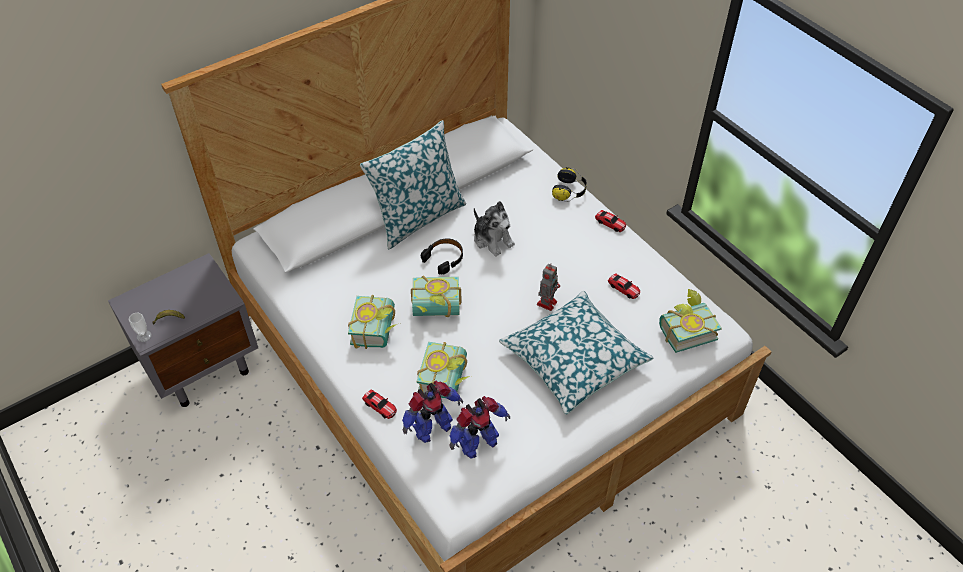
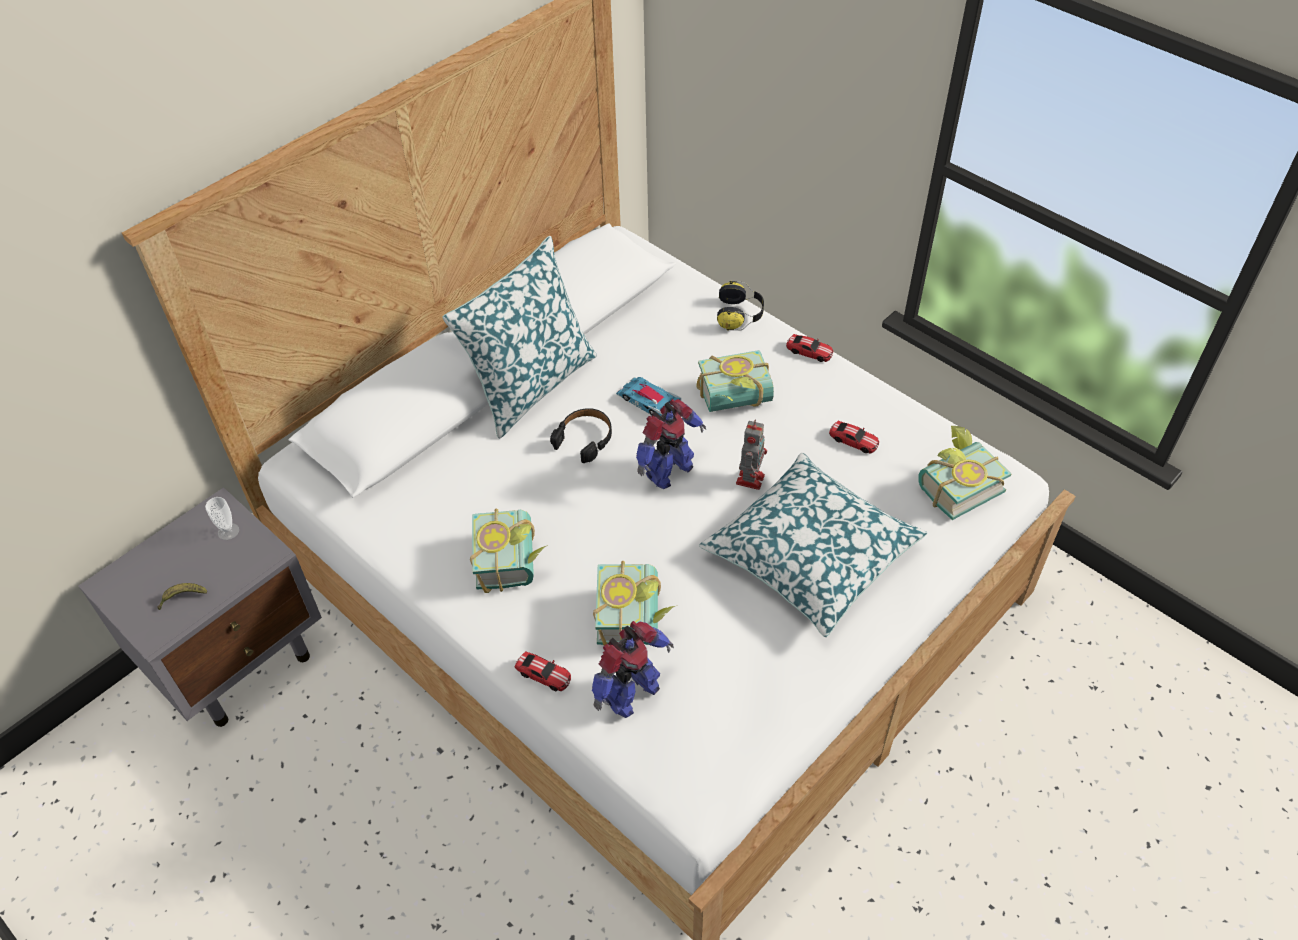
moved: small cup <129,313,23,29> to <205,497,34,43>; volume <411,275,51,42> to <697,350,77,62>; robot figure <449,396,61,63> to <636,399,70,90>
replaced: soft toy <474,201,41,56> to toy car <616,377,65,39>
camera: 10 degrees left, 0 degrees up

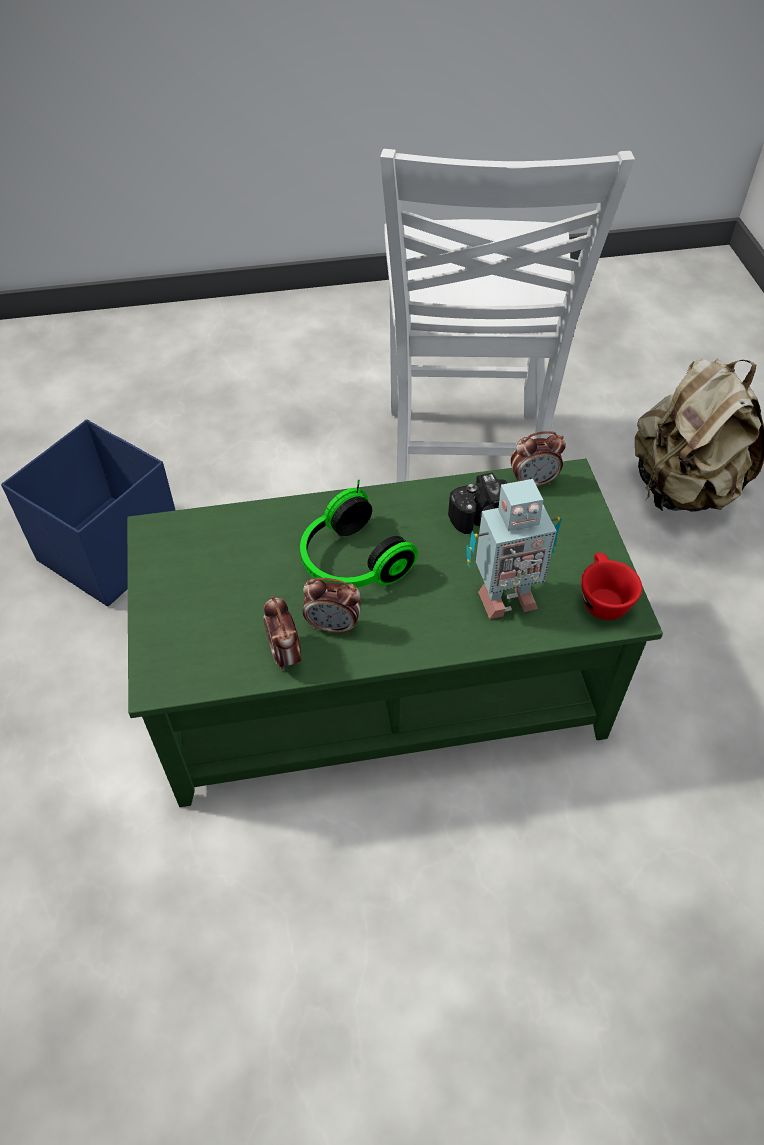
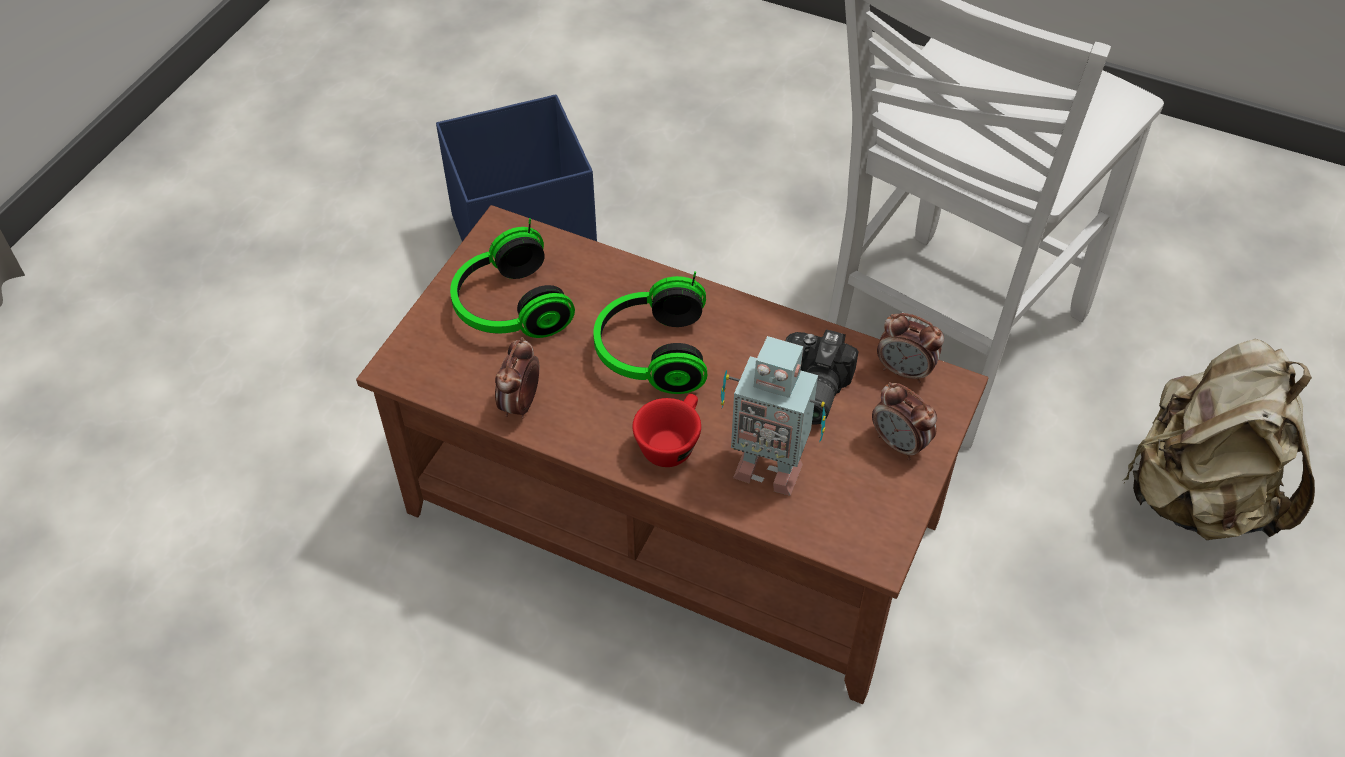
added: headphones <450,218,125,120>
moved: bedside clock <303,578,58,57> to <872,382,65,78>; reddish small cup <581,553,61,67> to <632,393,69,74>
recoloured: greenish coffee table <127,459,536,348> to brown-coloured coffee table <356,205,632,499>
camera: 35 degrees right, 0 degrees up

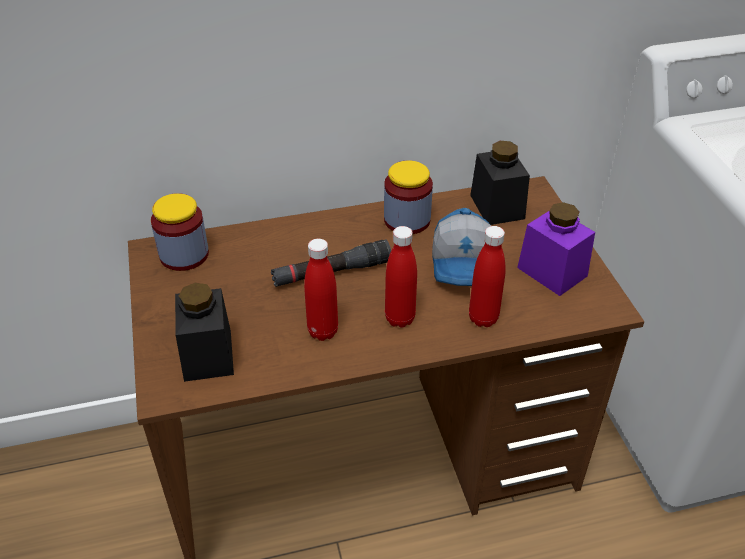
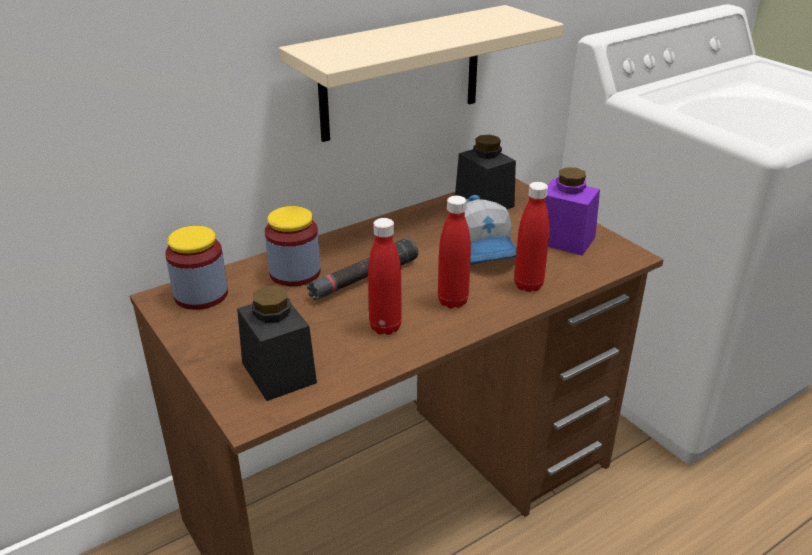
added: sand-coloured shelf <279,5,285,137>
moved: preserve jar <384,160,49,74> to <265,206,56,80>
camera: 20 degrees left, 10 degrees down

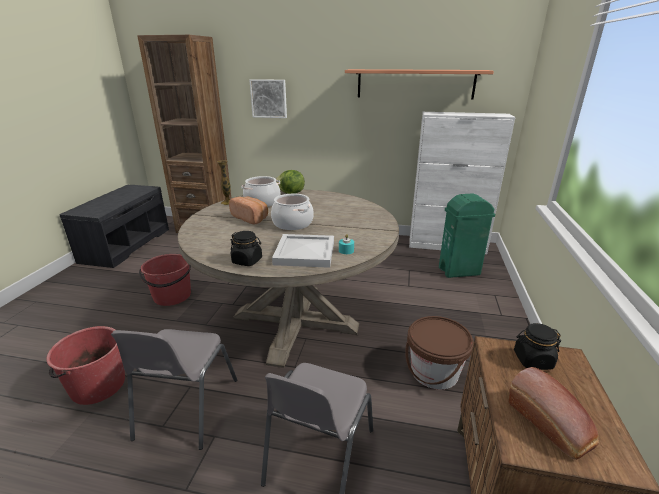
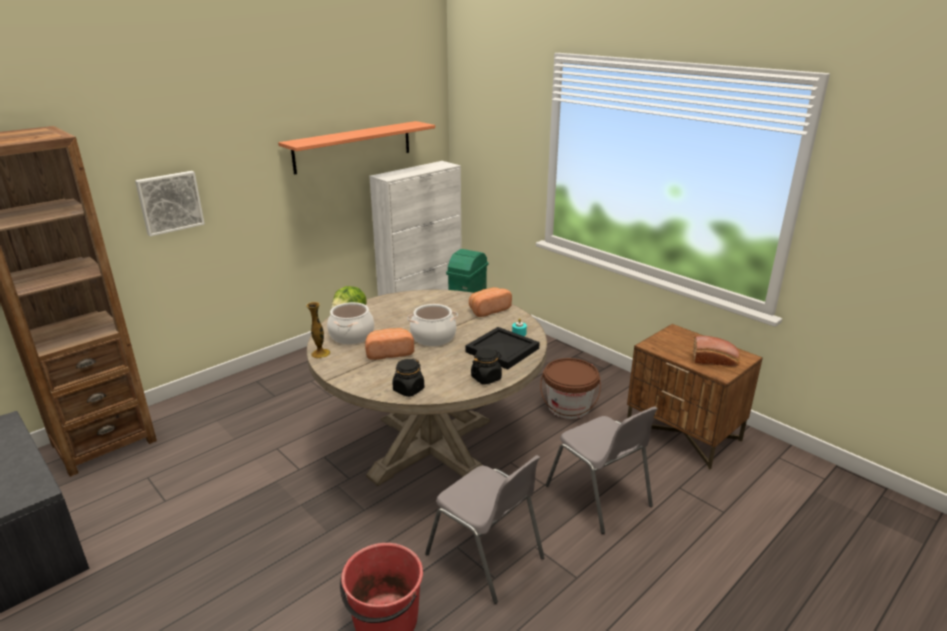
removed: reddish pail <139,254,52,52>
added: baked bread <469,287,43,30>
moved: blackish preserve jar <514,323,47,47> to <392,359,32,38>
recoloured: white-coloured serving tray <272,234,62,34> to blackish serving tray <465,327,75,43>
camera: 55 degrees left, 0 degrees up

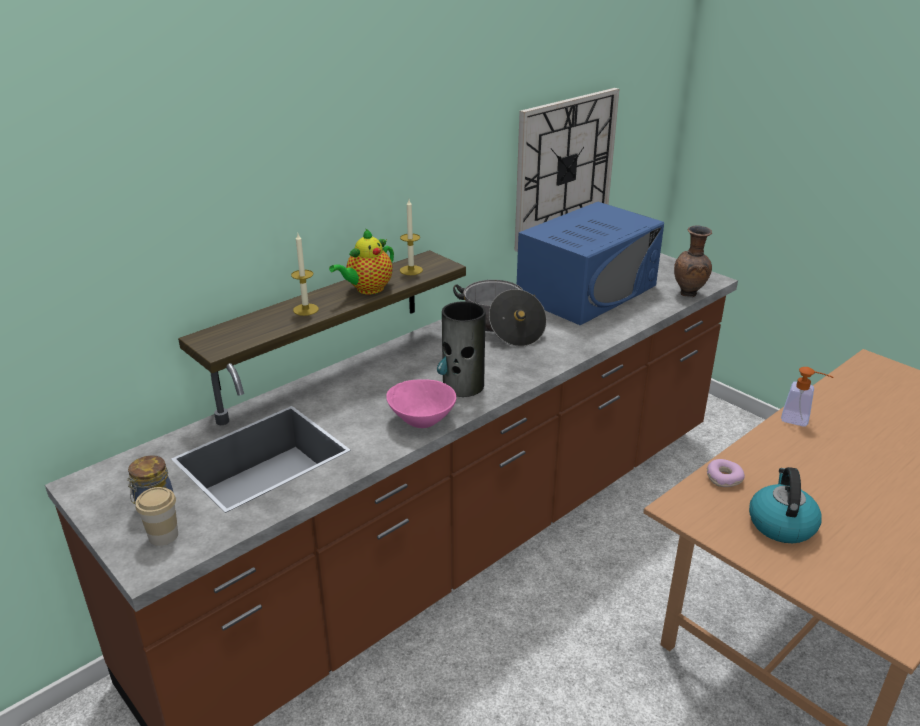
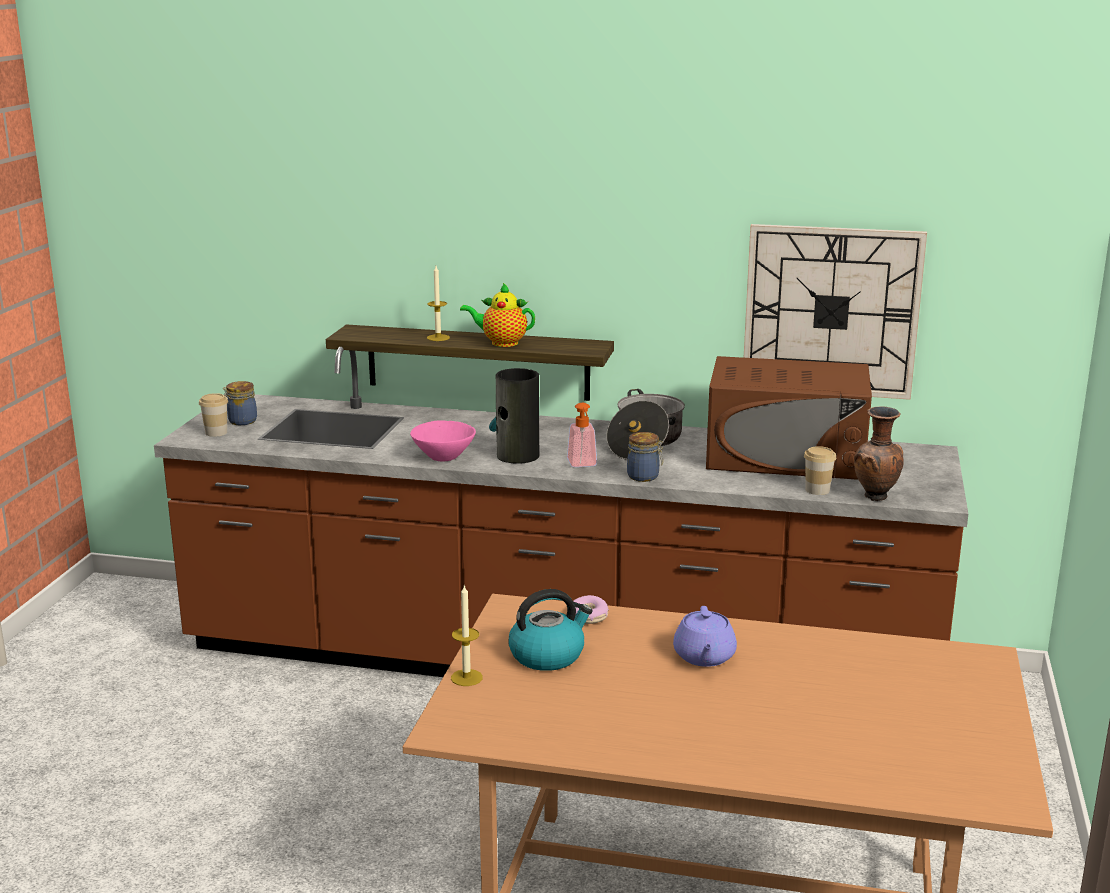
added: preserve jar <627,432,36,50>; purple pot for tea <673,606,64,61>; small cup <804,446,32,49>
moved: candle <400,200,23,75> to <451,585,32,101>; liquid soap bottle <781,367,52,60> to <567,403,30,64>
recoloured: bluish microwave oven <517,202,147,123> to brown-coloured microwave oven <706,356,166,124>
camera: 55 degrees right, 10 degrees down

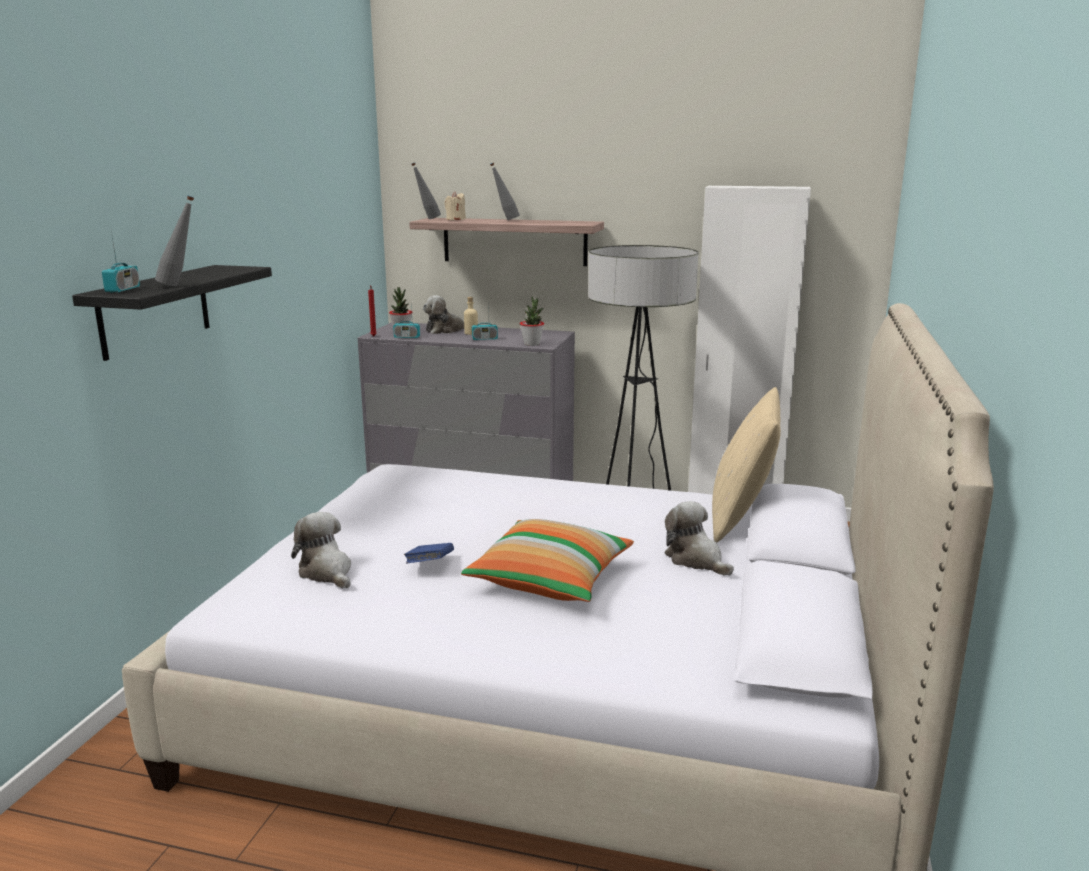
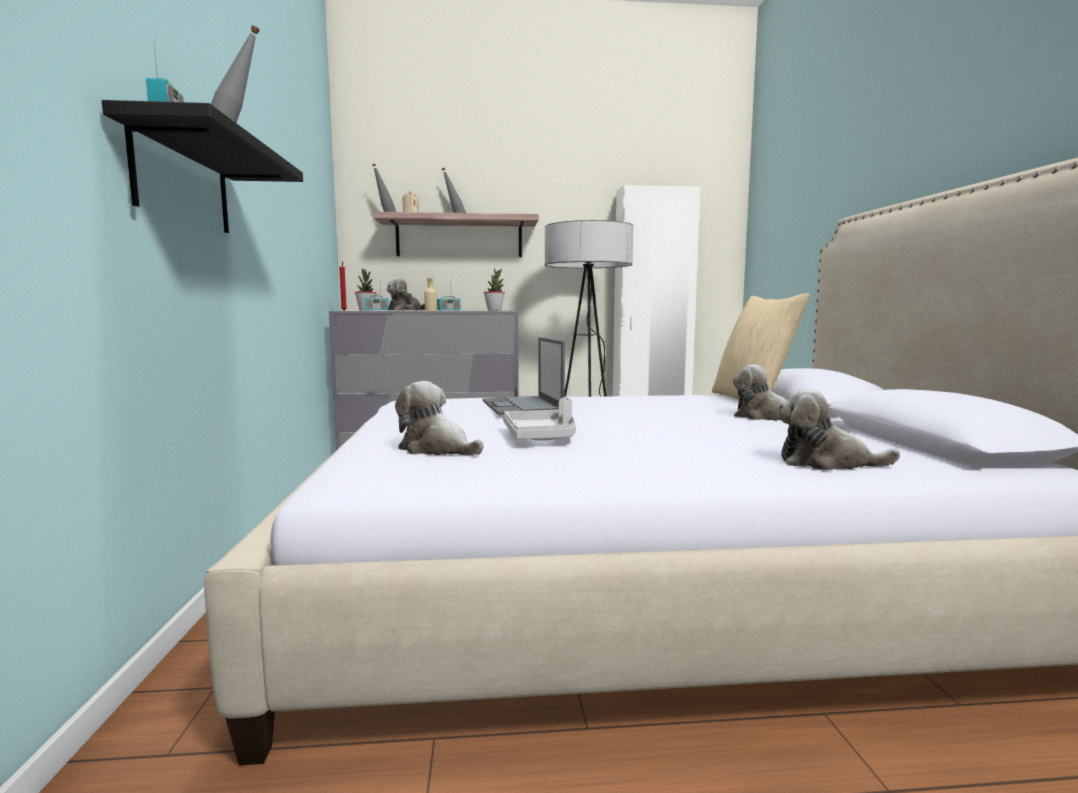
removed: pillow <461,519,173,83>
added: notebook computer <482,337,83,78>; soft toy <777,389,123,81>
replaced: bluish volume <404,543,50,21> to greyish serving tray <503,397,73,44>
camera: 20 degrees left, 10 degrees down

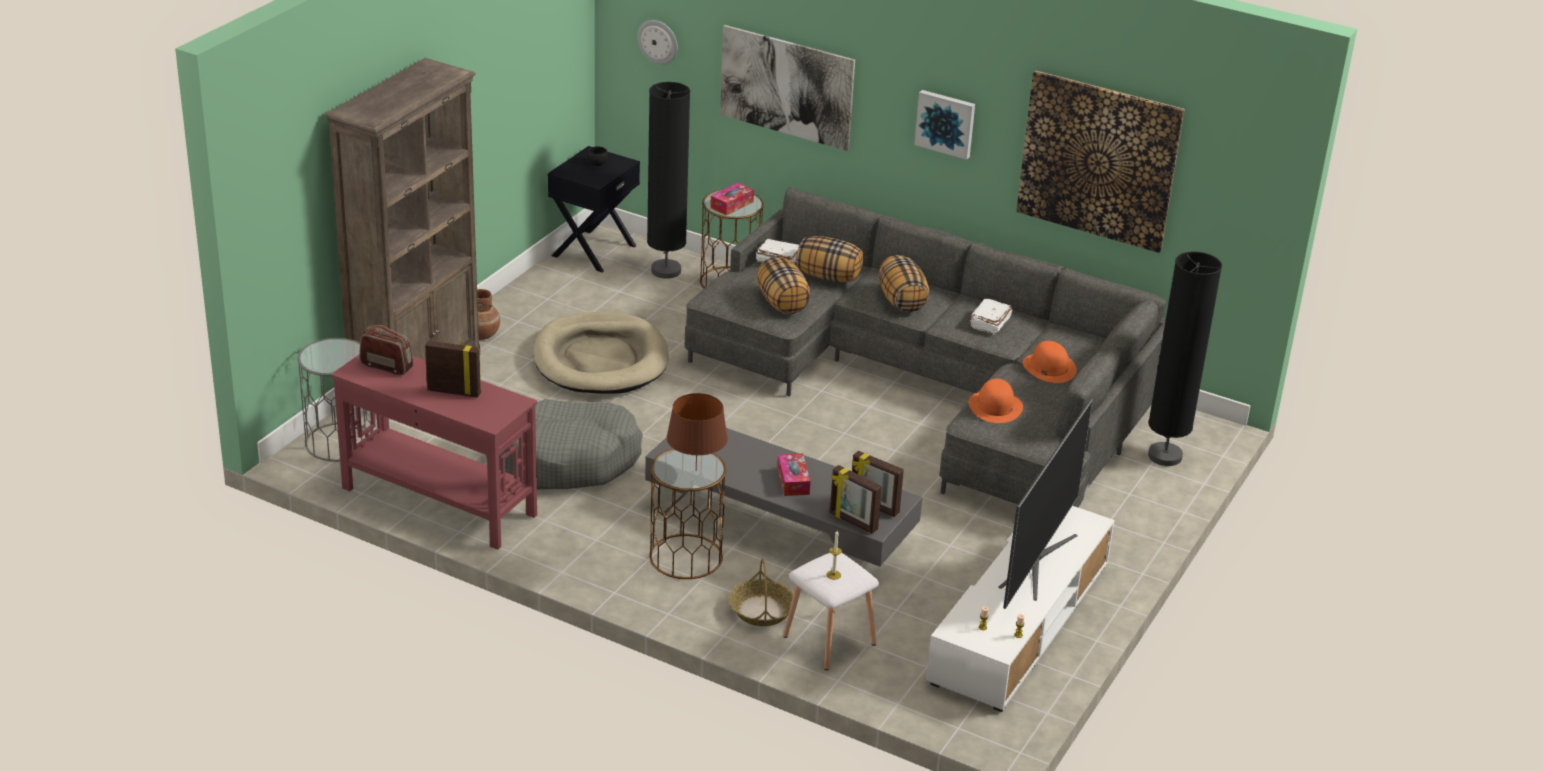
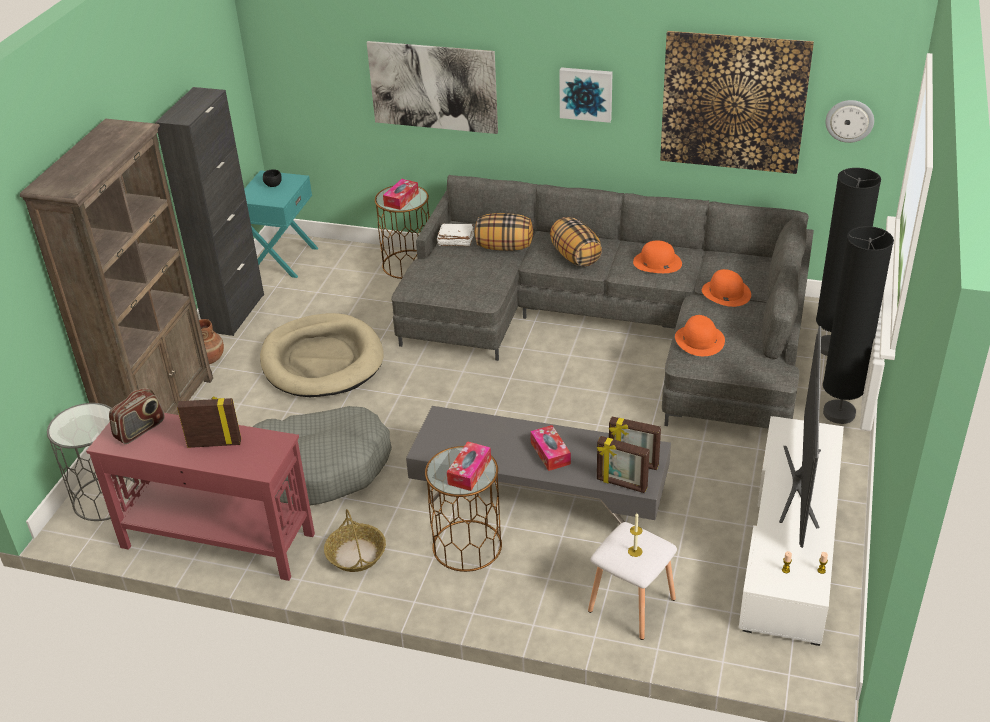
removed: pillow <757,257,53,57>
added: blackish storage cabinet <155,87,109,249>
moved: clock on the wall <637,20,41,45> to <826,100,48,43>; blackish standard lamp <647,82,43,197> to <823,226,71,198>; basket <729,558,65,68> to <324,509,62,63>
replaced: brown-coloured lamp for a table <666,393,62,78> to tissue holder <447,441,44,50>; white-coloured volume <969,299,43,36> to orangey clothing hat <633,240,49,33>
recoloured: blackish night table <548,146,92,126> to blue-green night table <244,170,74,108>
turned: radio set <359,325,54,50> = <109,388,56,56> 120 degrees clockwise
camera: 10 degrees left, 5 degrees up

